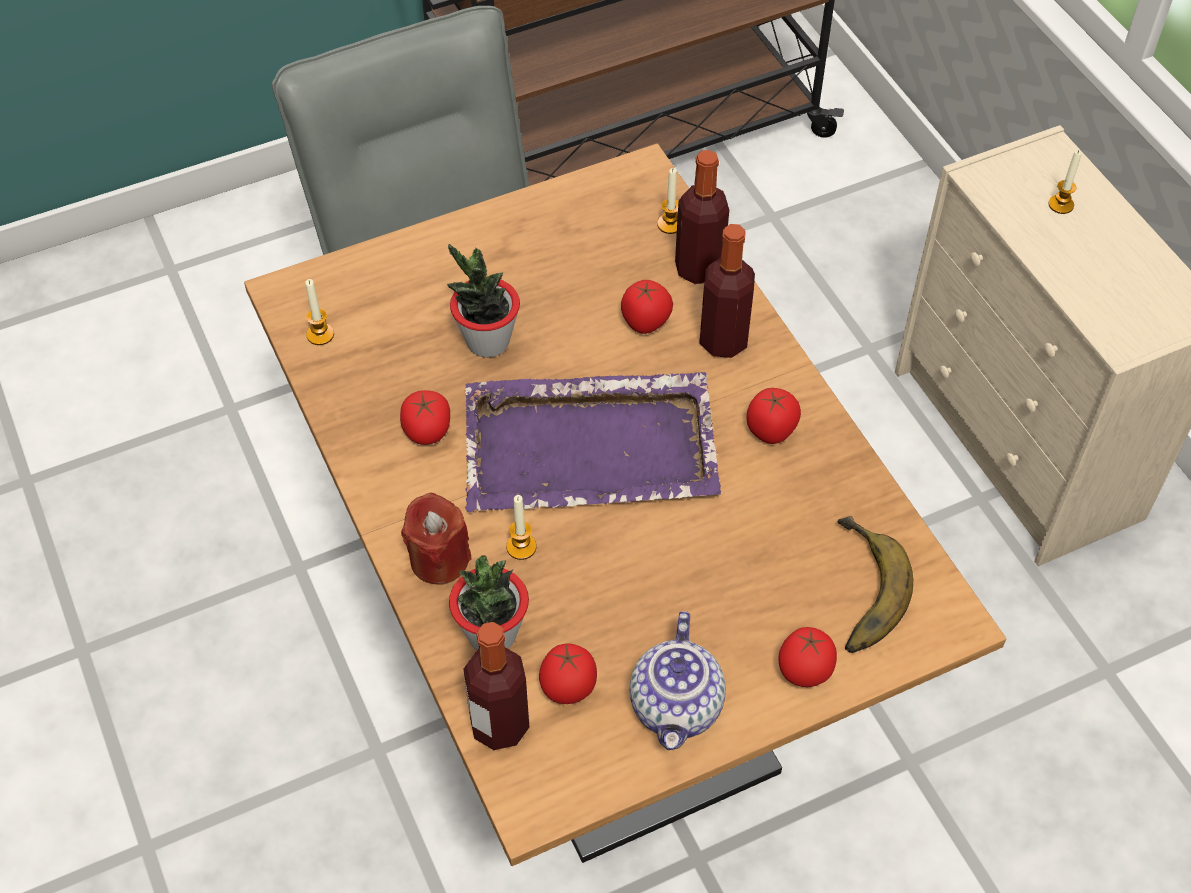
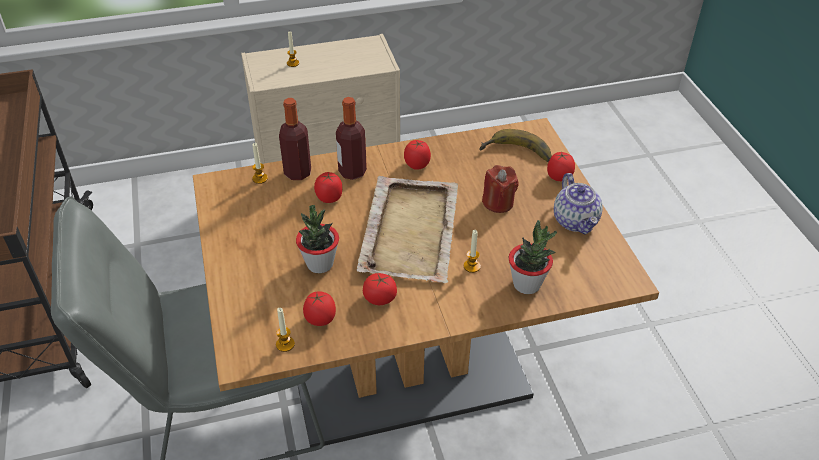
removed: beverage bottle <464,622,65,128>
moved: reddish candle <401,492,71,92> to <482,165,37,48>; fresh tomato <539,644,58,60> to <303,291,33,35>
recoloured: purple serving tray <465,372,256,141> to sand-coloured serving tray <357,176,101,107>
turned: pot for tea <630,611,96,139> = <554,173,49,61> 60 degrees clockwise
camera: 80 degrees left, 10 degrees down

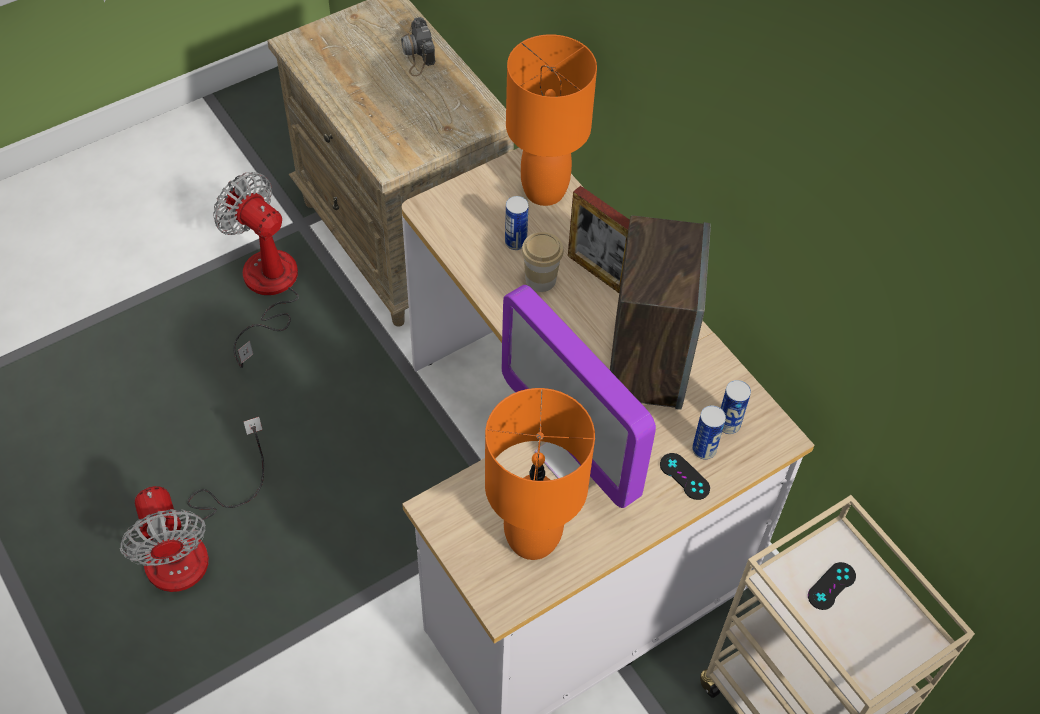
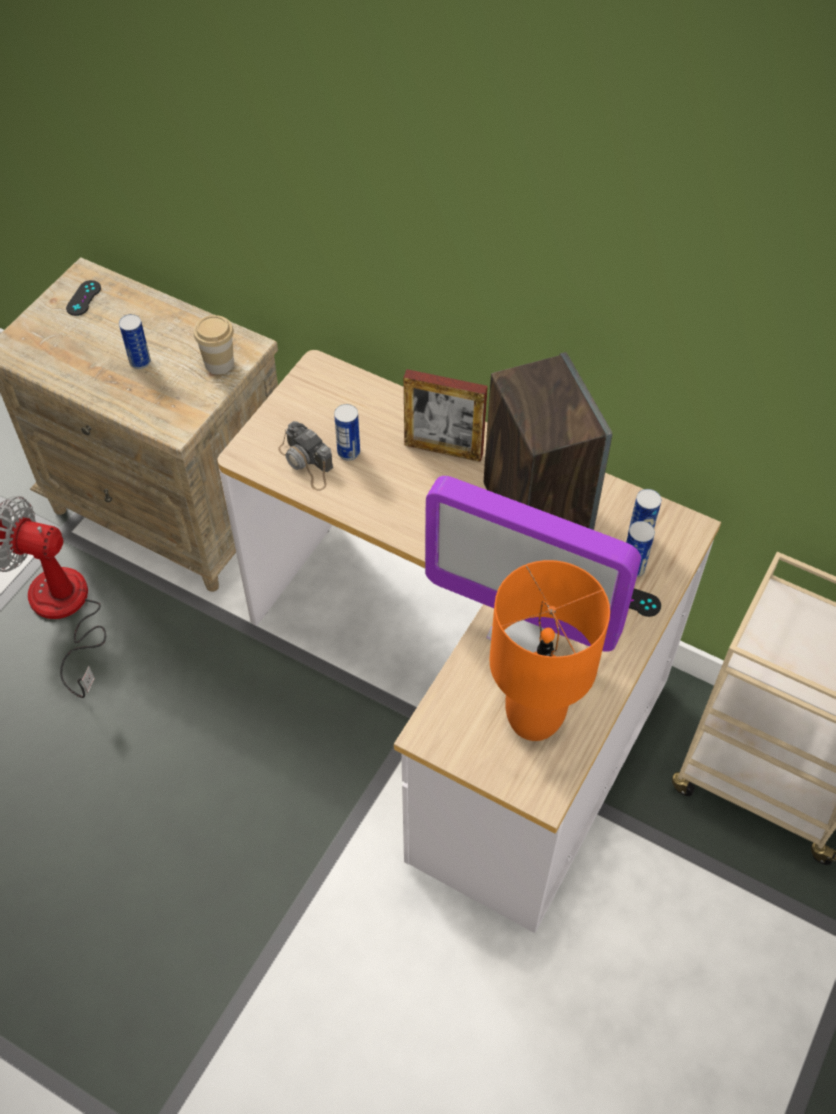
removed: electric fan <120,417,144,175>; orangey lamp for a table <506,34,91,172>
added: can <119,314,32,55>
moved: photo camera <401,17,34,59> to <278,421,55,70>; small cup <521,232,43,60> to <193,315,41,59>; blackish joypad <808,562,48,48> to <66,280,35,36>
camera: 25 degrees left, 0 degrees up

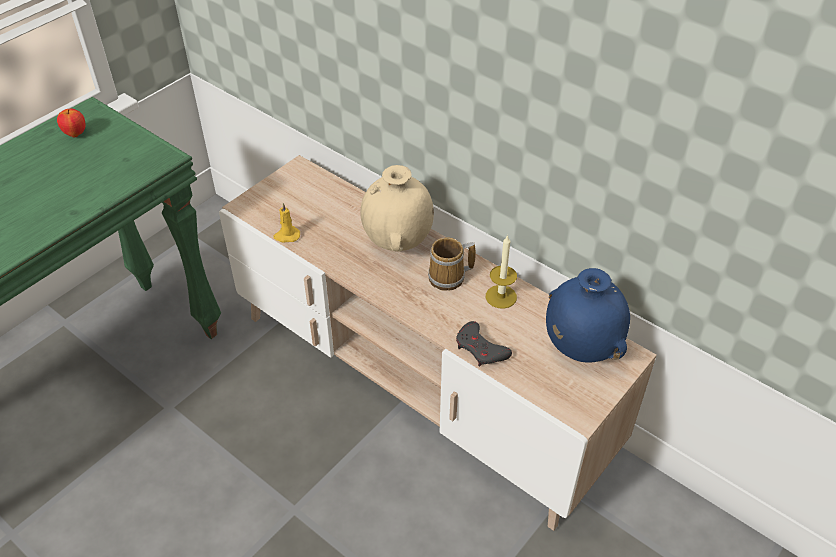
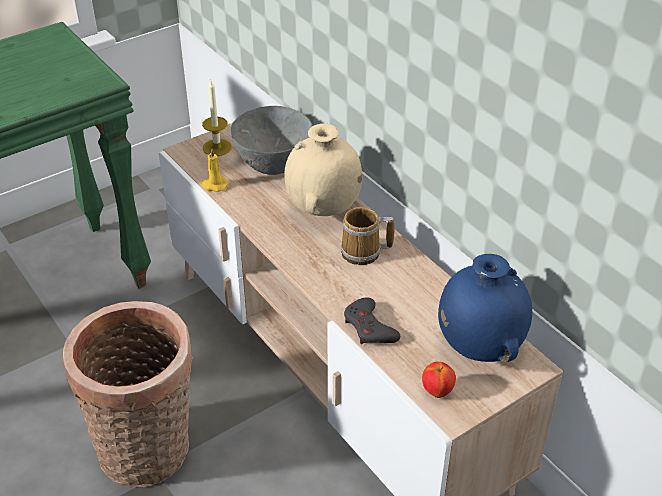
added: basket <63,301,130,187>; greyish bowl <230,106,82,69>
moved: apple <57,108,28,30> to <422,362,34,36>; candle <486,235,31,74> to <202,80,30,76>
camera: 15 degrees right, 5 degrees down

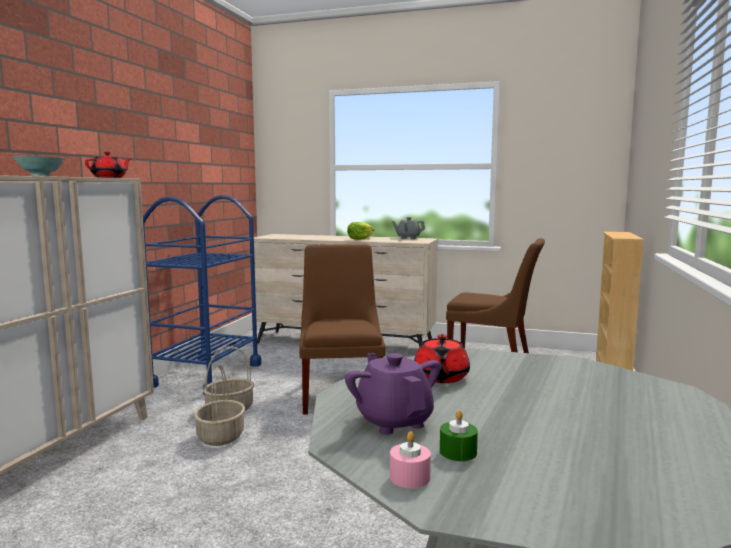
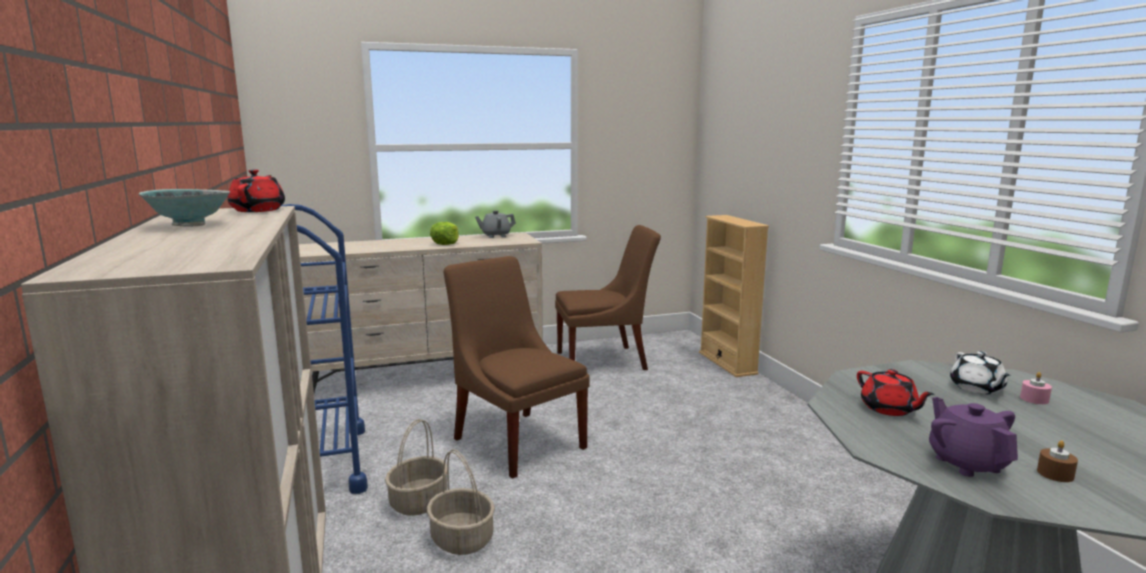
added: white-coloured pot for tea <950,351,61,43>
moved: pink-coloured candle <390,431,41,57> to <1020,372,32,32>
recoloured: greenish candle <440,410,38,51> to brown-coloured candle <1037,440,41,42>
turned: purple pot for tea <345,353,96,82> = <929,397,89,80> 45 degrees clockwise
camera: 35 degrees left, 5 degrees up

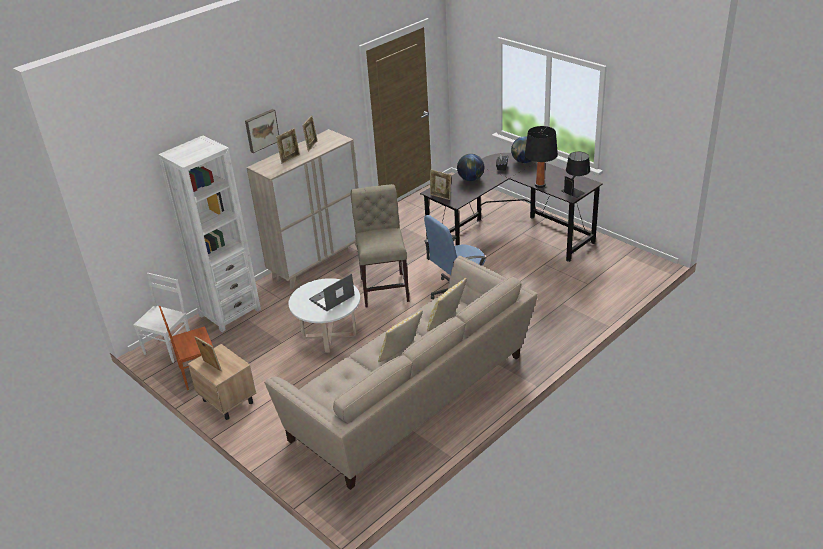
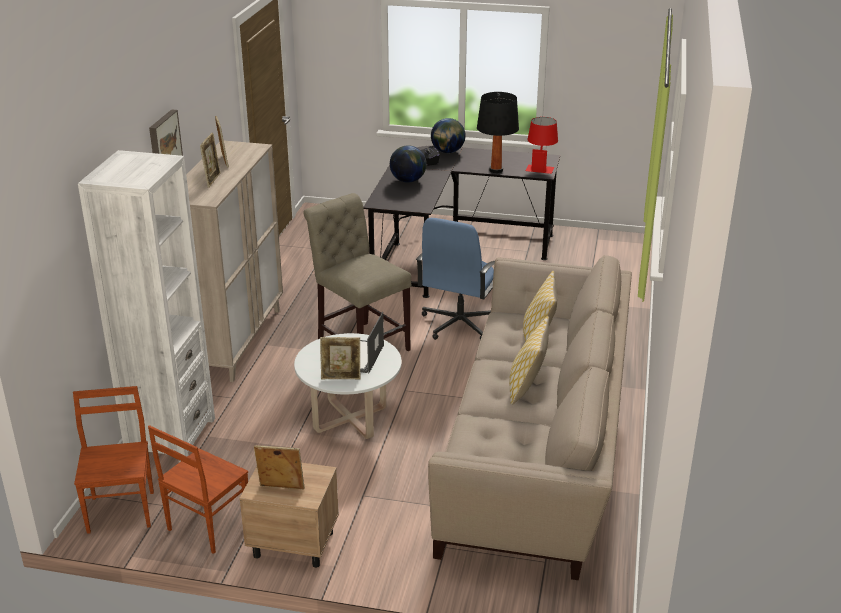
moved: photo frame <430,170,21,30> to <320,337,40,42>
recoloured: white-coloured plain chair <133,273,57,90> to brown-coloured plain chair <73,386,81,148>; blackish lamp for a table <561,152,29,46> to reddish lamp for a table <526,117,32,57>
camera: 35 degrees left, 5 degrees down

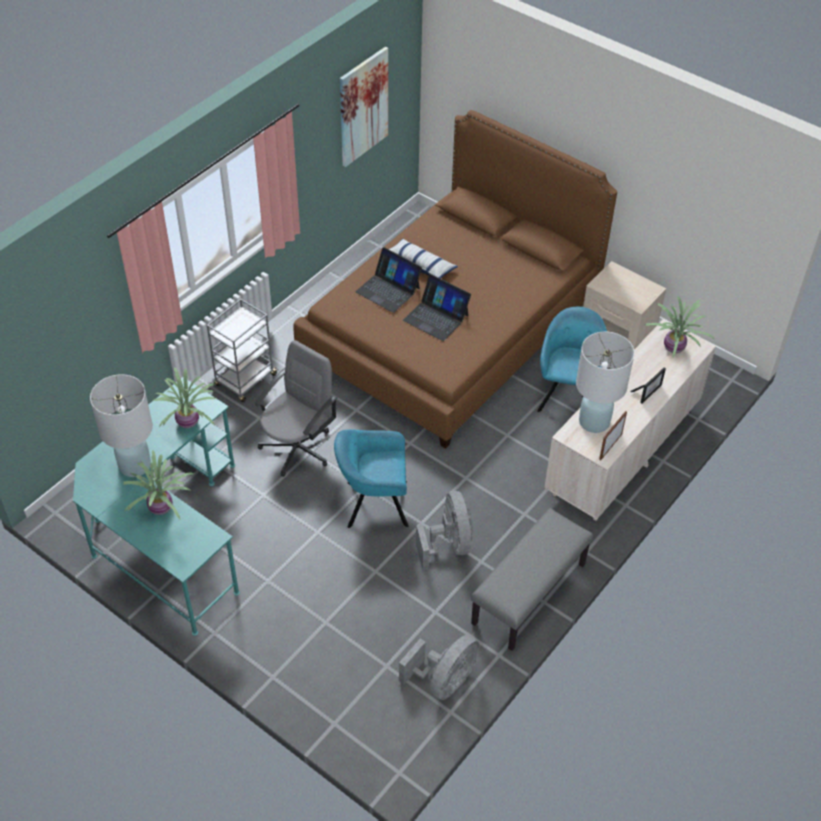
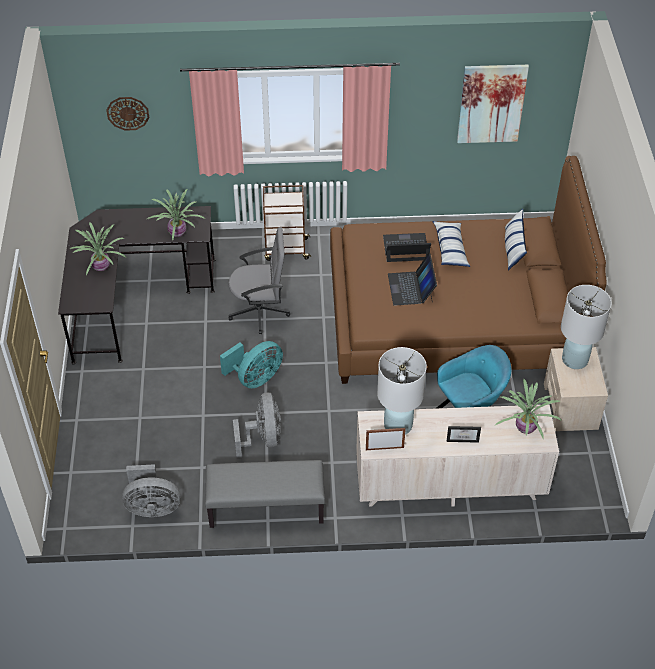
added: clock on the wall <106,97,43,34>; pillow <505,209,22,62>
moved: white-coloured lamp for a table <90,374,63,103> to <561,285,50,84>
replaced: blue-green easy chair <334,430,74,98> to blue-green electric fan <220,341,63,47>
recoloured: blue-green desk <73,377,167,259> to blackish desk <58,206,158,158>; greyish wheeled cart <207,299,71,103> to brown-coloured wheeled cart <263,185,48,76>
turned: notebook computer <356,247,66,66> = <383,233,48,29> 90 degrees clockwise; greyish electric fan <416,491,57,79> = <233,392,48,67> 45 degrees counterclockwise
camera: 50 degrees right, 0 degrees up

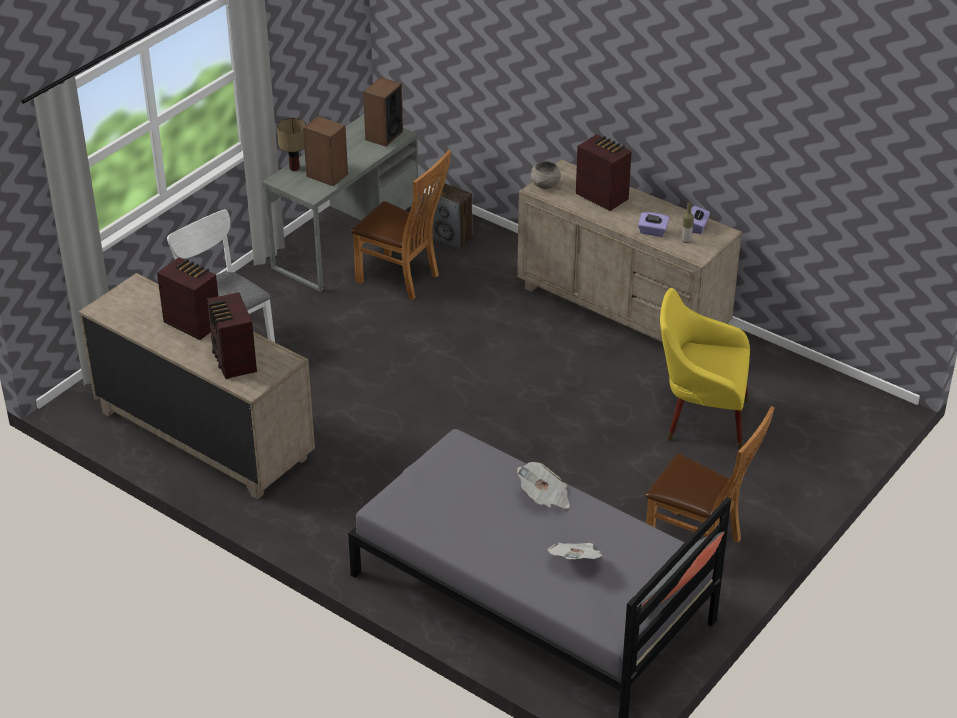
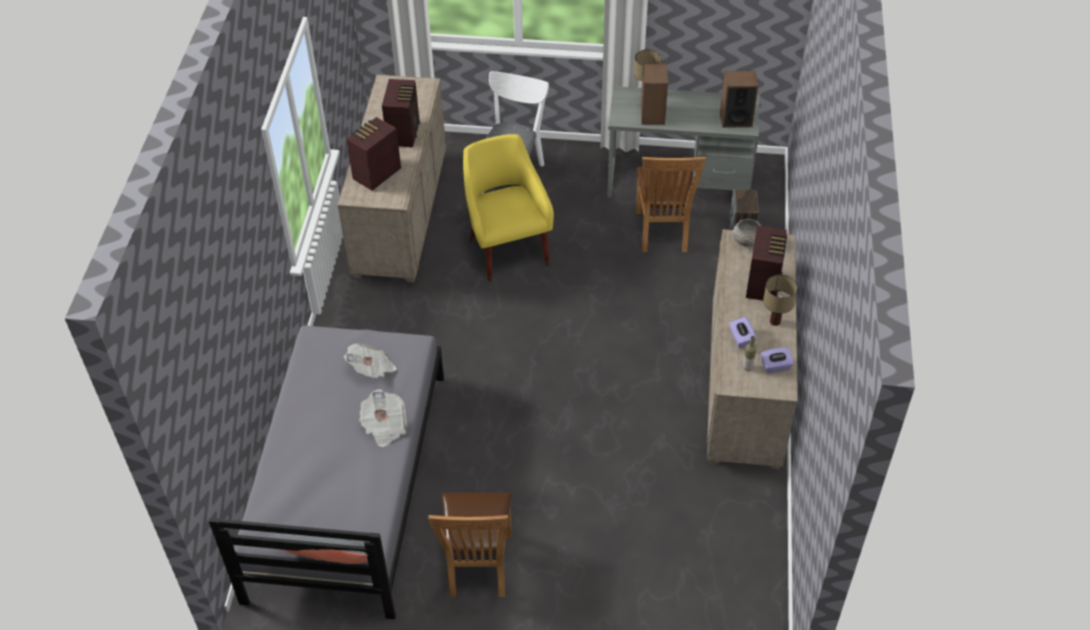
added: lamp for a table <763,274,35,52>
moved: daily paper <548,543,55,16> to <344,343,53,36>; yellow-coloured easy chair <660,288,90,161> to <463,134,91,148>
camera: 60 degrees right, 10 degrees up

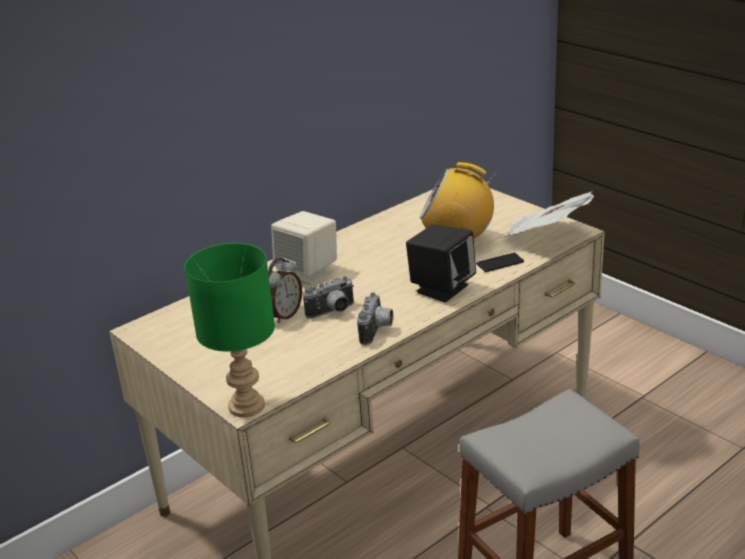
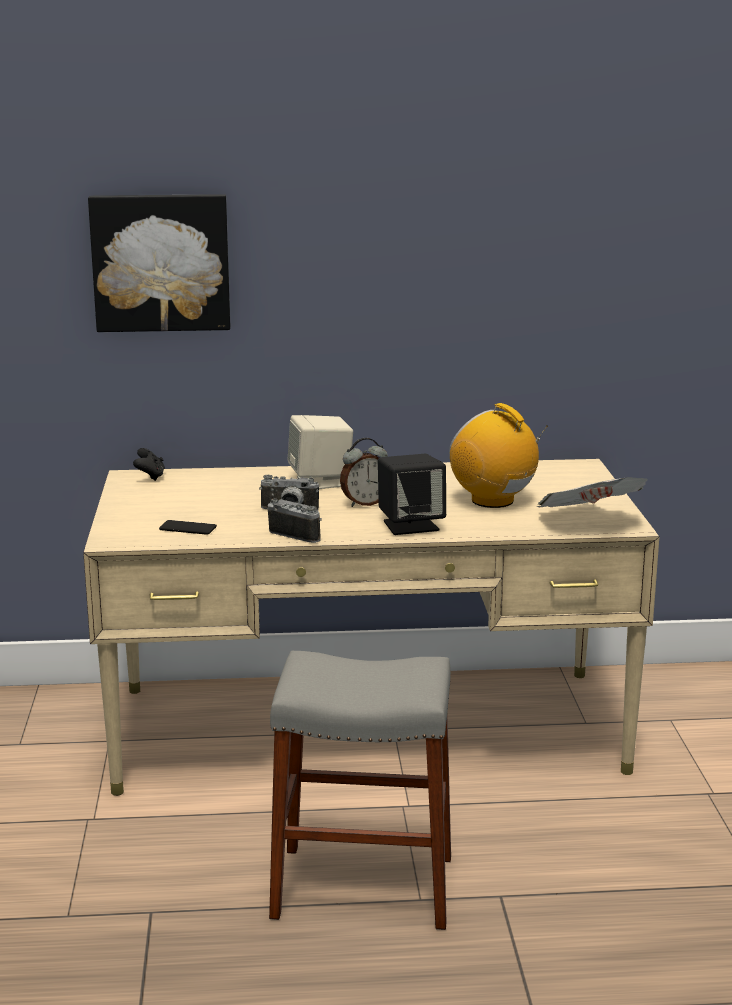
removed: greenish lamp for a table <184,243,91,174>
added: wall art <88,194,142,138>; blackish joypad <133,448,32,33>
moved: bedside clock <268,258,34,65> to <340,438,48,69>; handset <476,253,48,19> to <159,520,58,15>
turned: photo camera <357,292,36,53> = <267,499,55,44> 105 degrees counterclockwise
camera: 35 degrees right, 10 degrees down

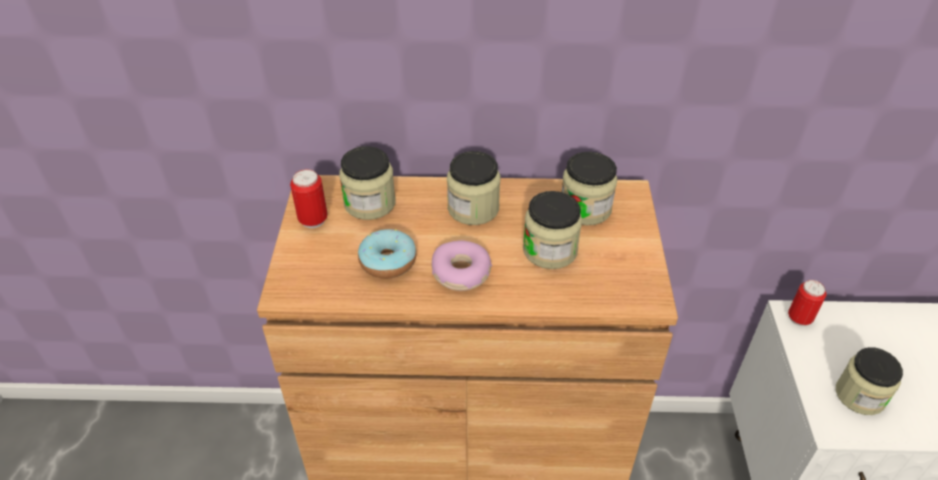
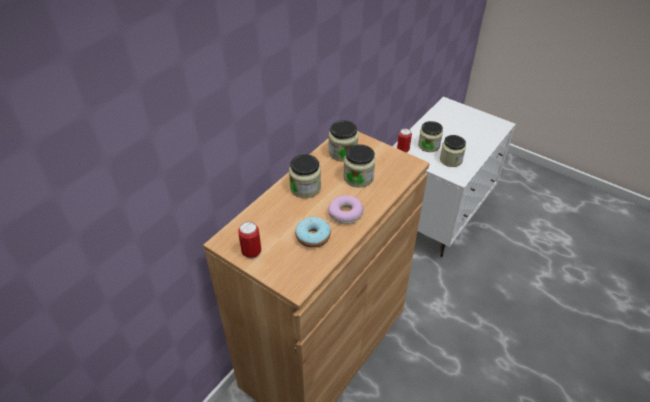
moved: preserve jar <339,146,56,74> to <418,121,25,31>
camera: 55 degrees left, 0 degrees up

